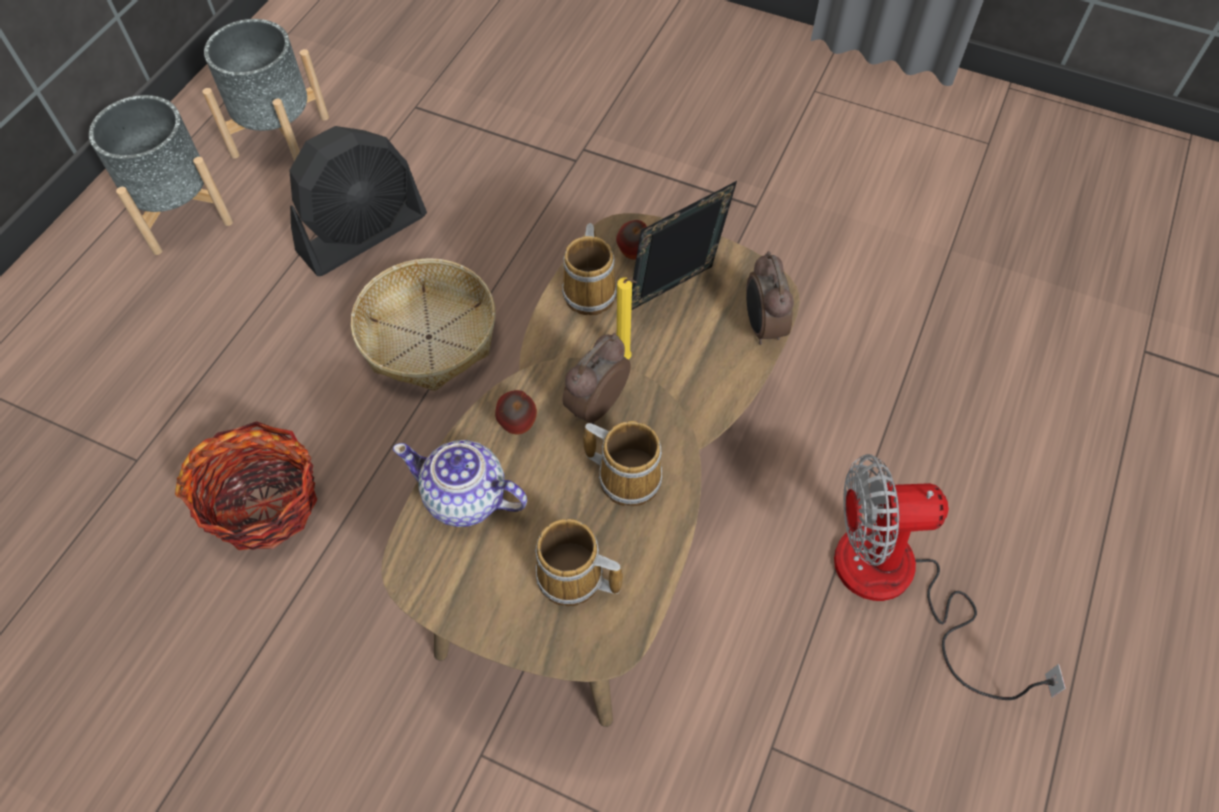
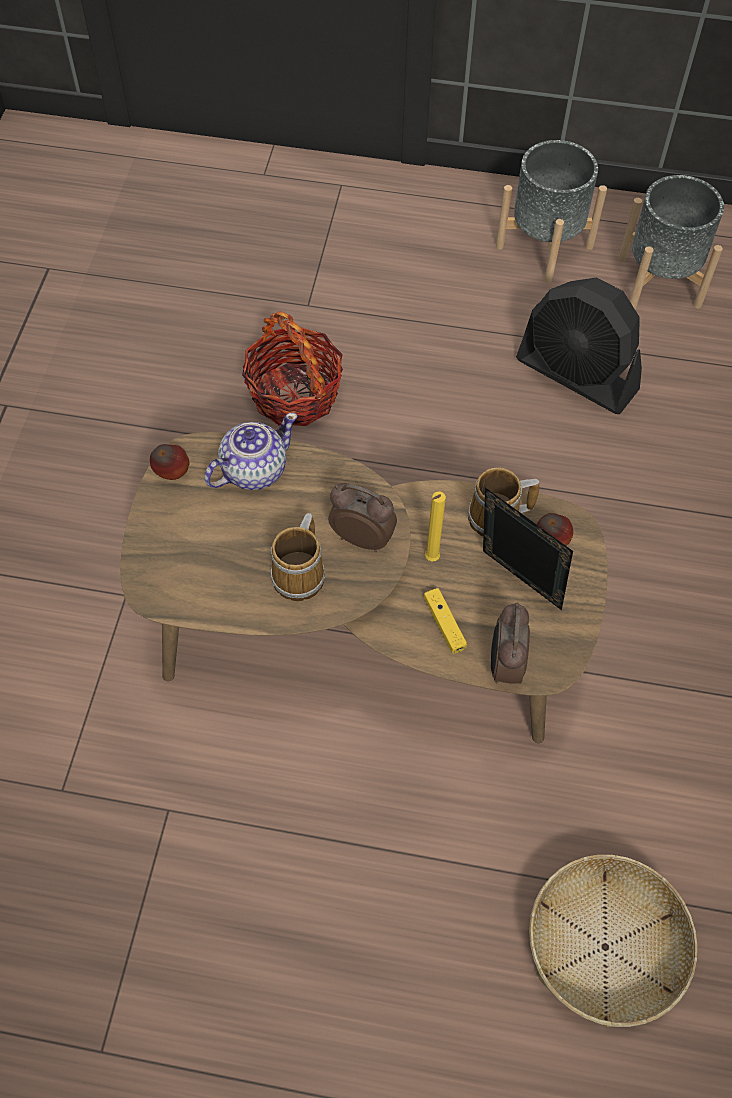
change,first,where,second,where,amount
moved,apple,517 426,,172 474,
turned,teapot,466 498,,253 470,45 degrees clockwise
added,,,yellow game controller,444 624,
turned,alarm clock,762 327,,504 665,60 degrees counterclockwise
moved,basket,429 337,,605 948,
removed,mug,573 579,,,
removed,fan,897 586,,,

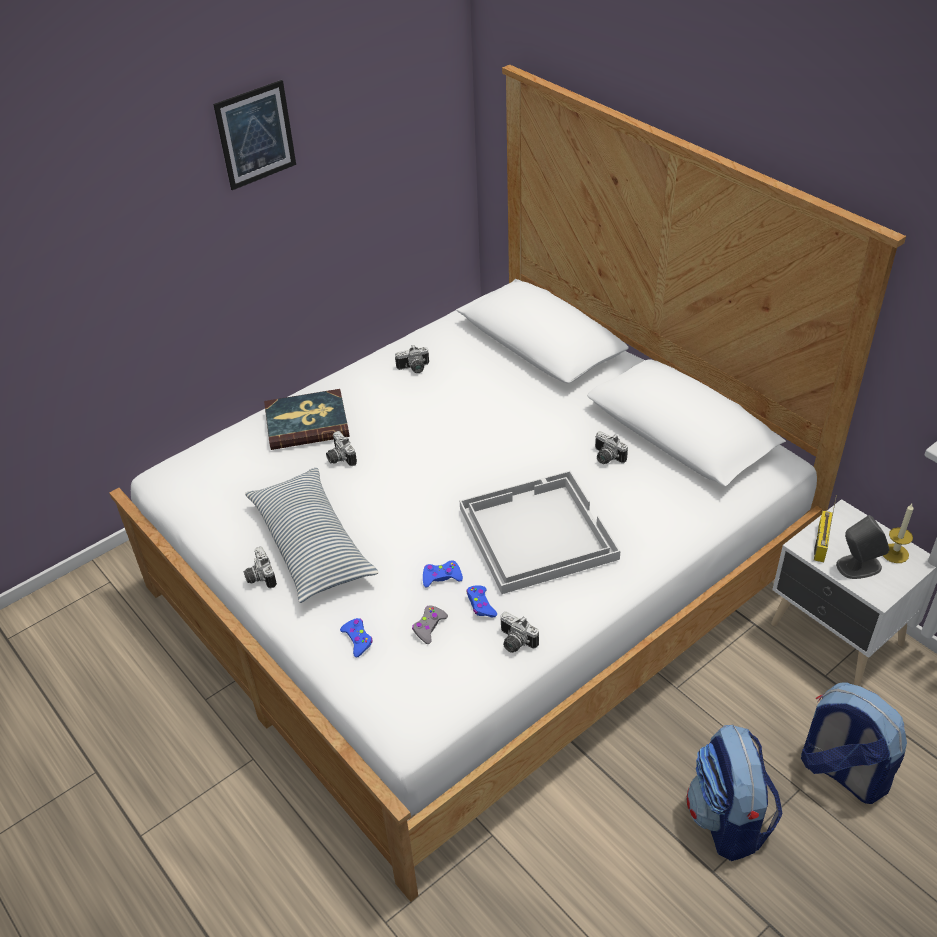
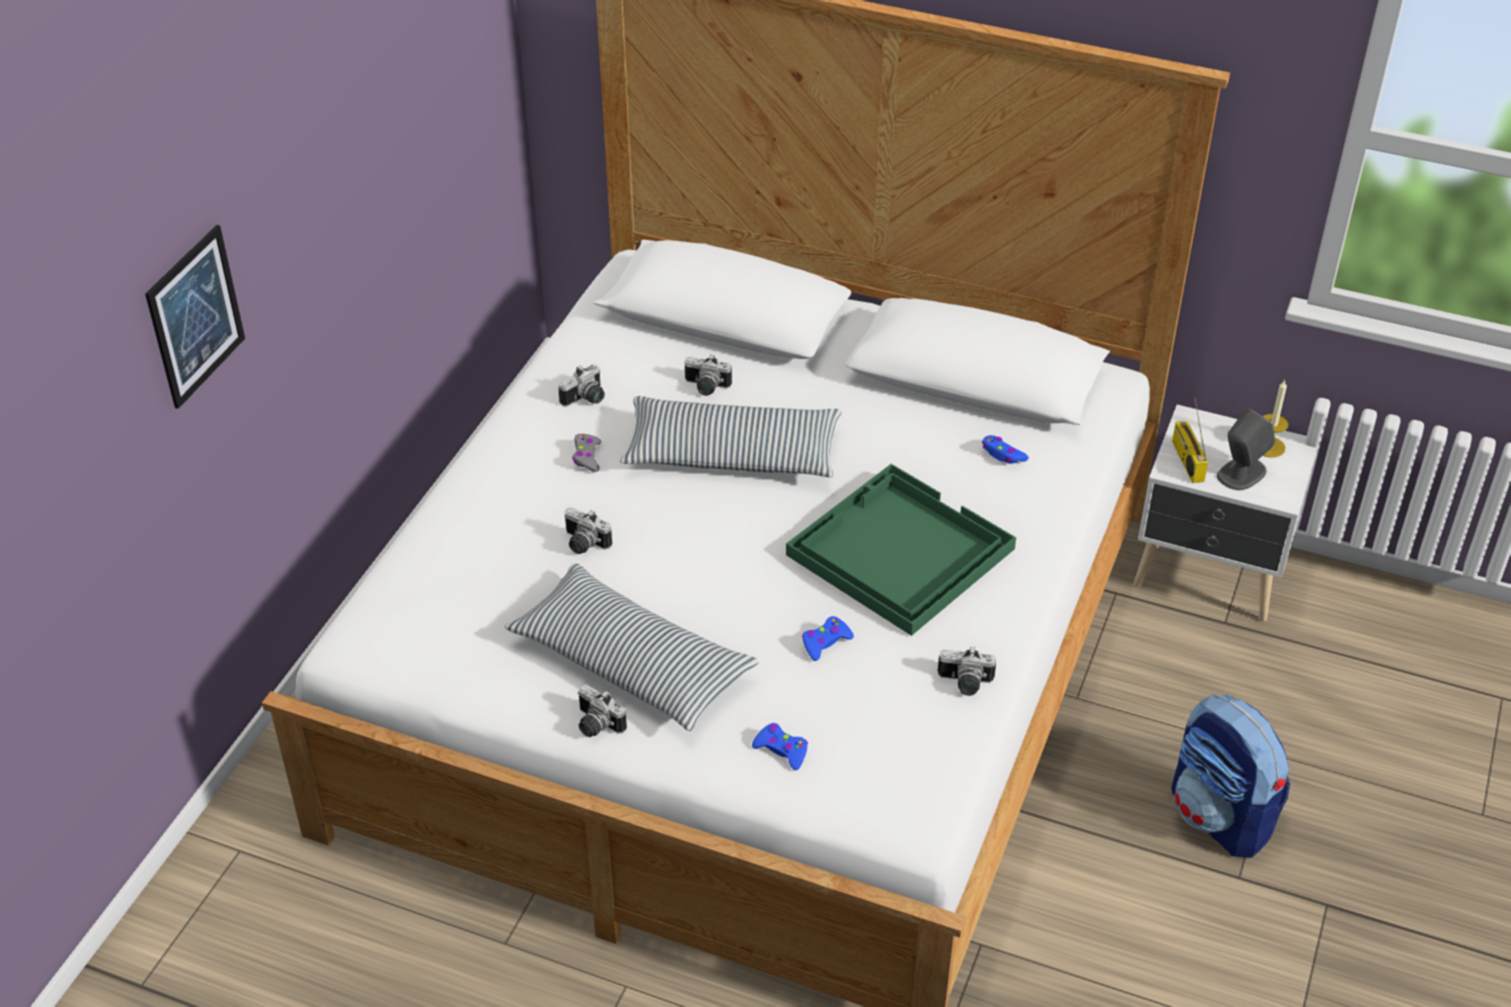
change,first,where,second,where,amount
moved,picture,255 135,,195 316,
moved,grey game controller,429 627,,587 457,
added,,,pillow,732 454,
moved,photo camera,606 458,,705 387,
recoloured,white tray,535 533,green tray,898 552,
moved,blue game controller,481 605,,1002 454,
removed,book,307 423,,,
removed,backpack,841 771,,,

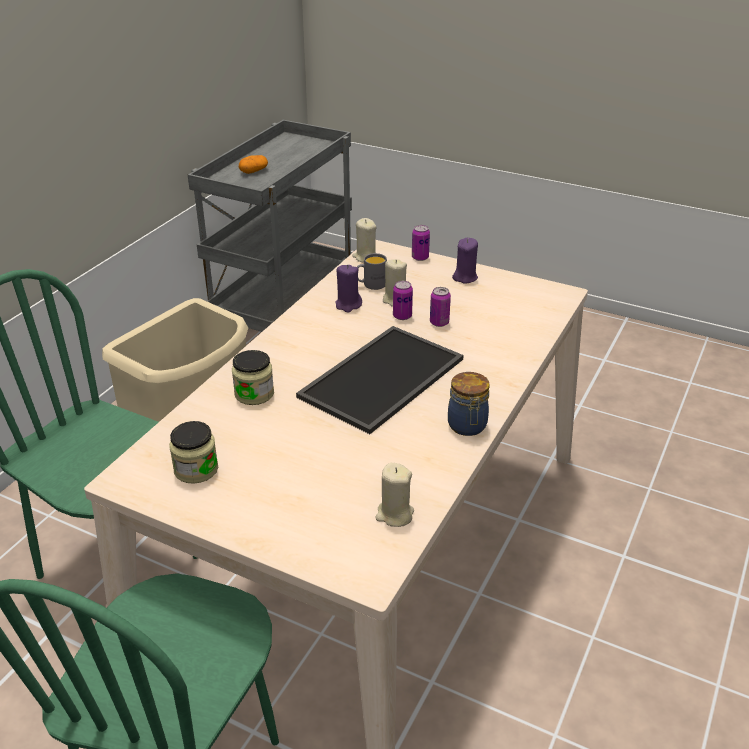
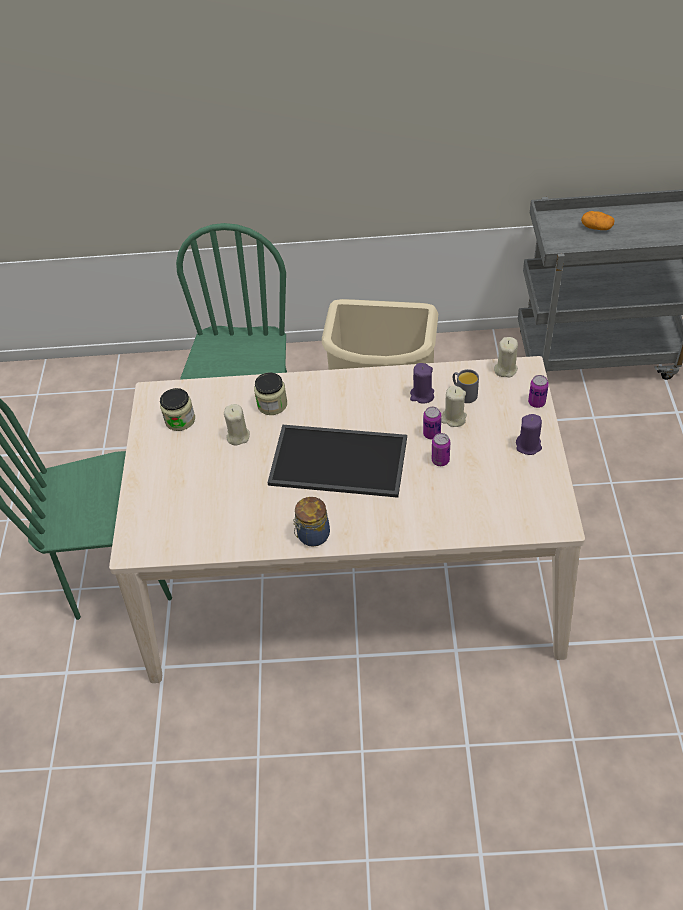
change,first,where,second,where,amount
moved,beige candle,394 514,,238 436,

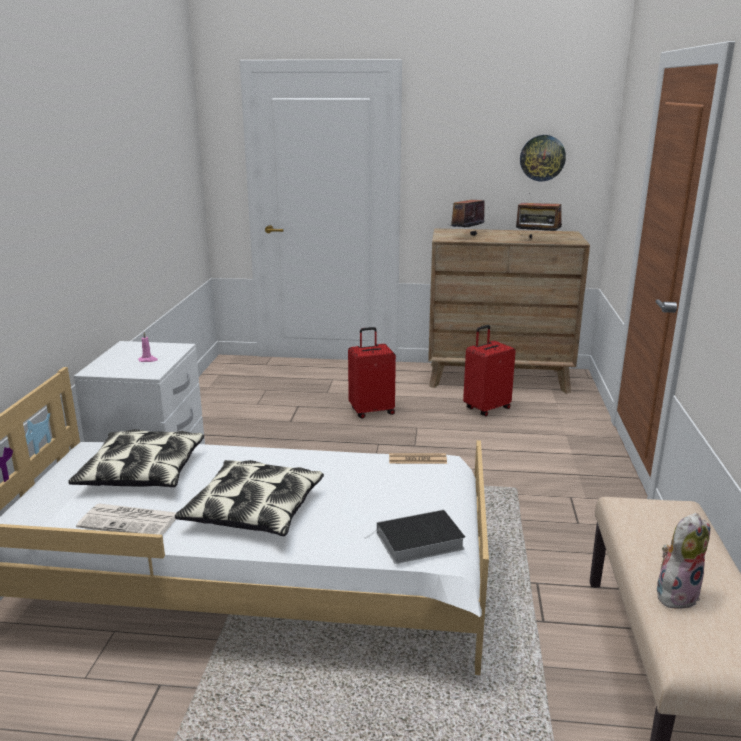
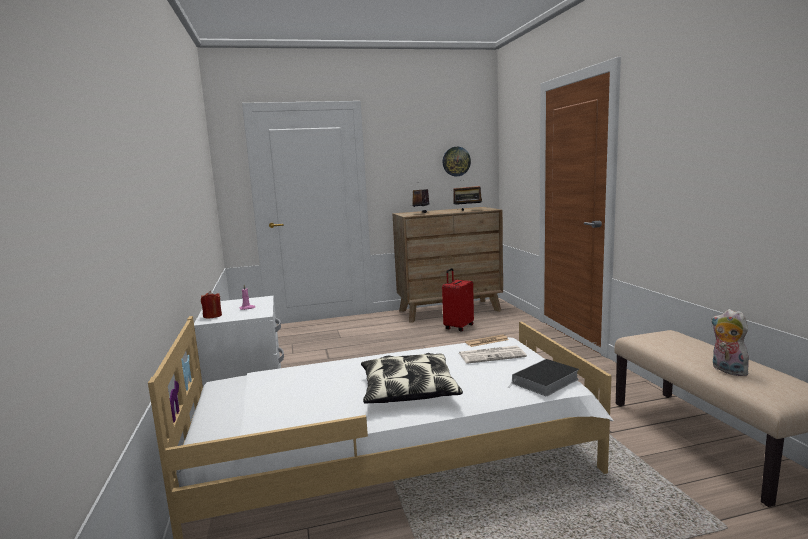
change,first,where,second,where,amount
added,,,red candle,212 316,
moved,newspaper,131 521,,492 355,
turned,plush toy,676 593,,726 370,60 degrees counterclockwise
removed,pillow,142 472,,,
removed,red suitcase,371 411,,,

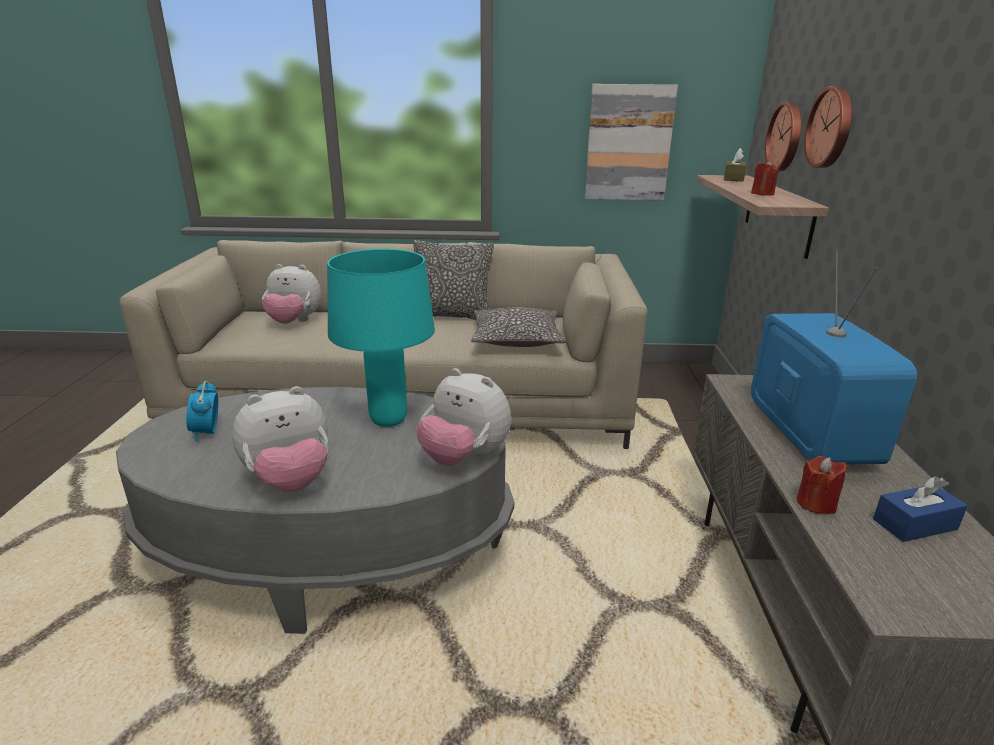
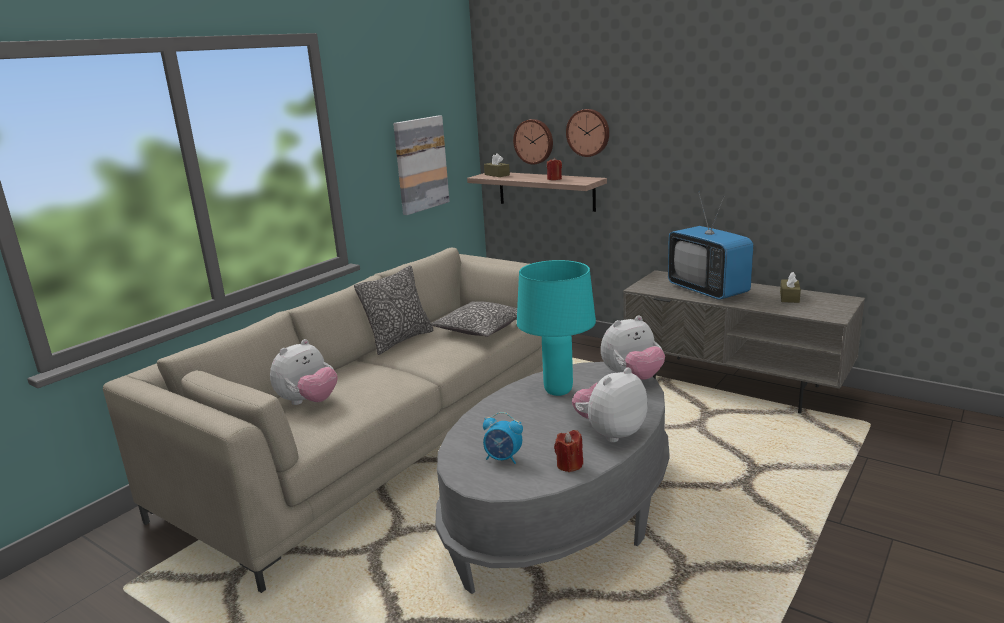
change,first,where,second,where,amount
moved,red candle,816 503,,569 465,
turned,plush toy,290 481,,610 433,135 degrees counterclockwise
turned,television,808 434,,708 290,150 degrees counterclockwise
recoloured,blue tissue box,914 524,brown tissue box,789 297,

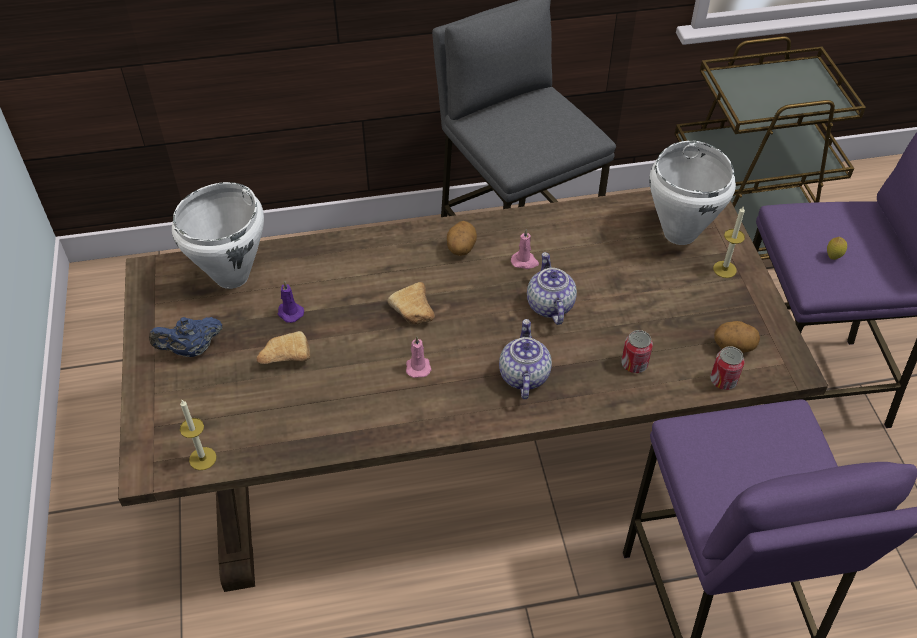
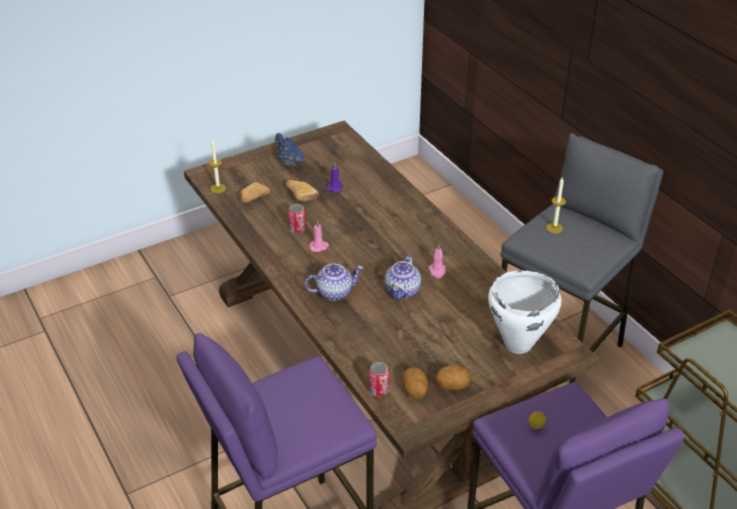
change,first,where,second,where,amount
moved,bread,414 313,,252 199,
moved,can,634 364,,297 229,
turned,teapot,549 305,,403 291,135 degrees clockwise
moved,potato,461 248,,452 386,
moved,candle,724 269,,554 228,
removed,white cooking pot,233 276,,,

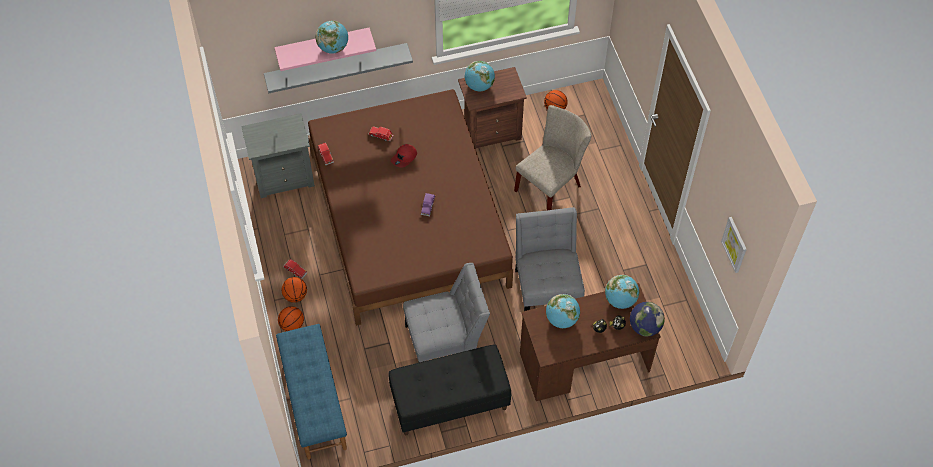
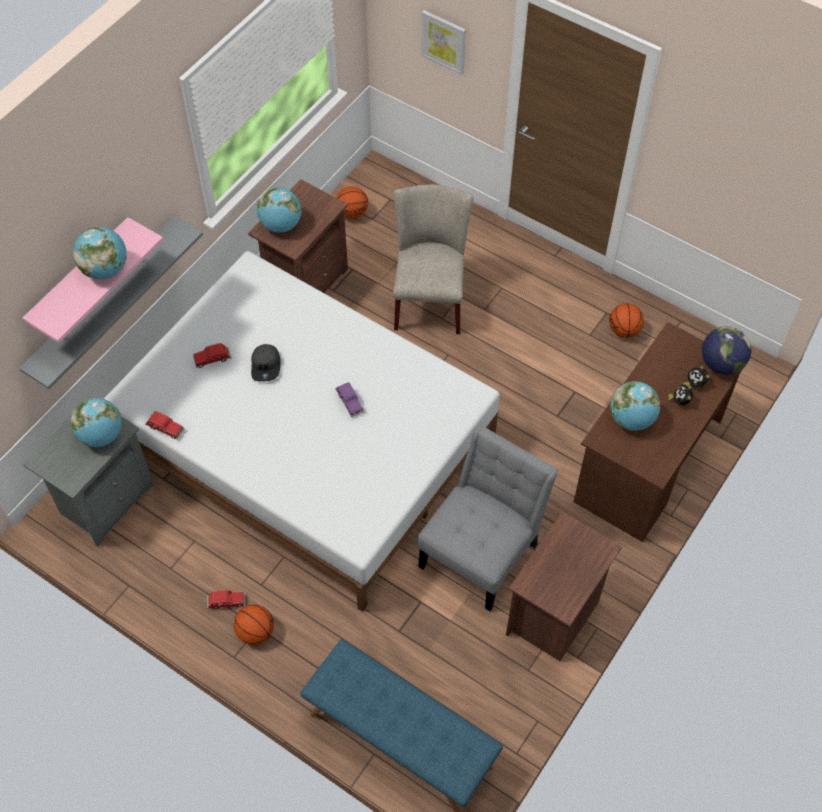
change,first,where,second,where,amount
moved,globe,620 300,,101 435,
recoloured,brown bed,409 219,white bed,306 443,
recoloured,red cap,404 158,grey cap,266 366,
moved,picture,735 244,,444 41,
replaced,black bench,449 402,brown nightstand,554 617,
moved,basketball,292 325,,624 330,
removed,grey chair,547 287,,,

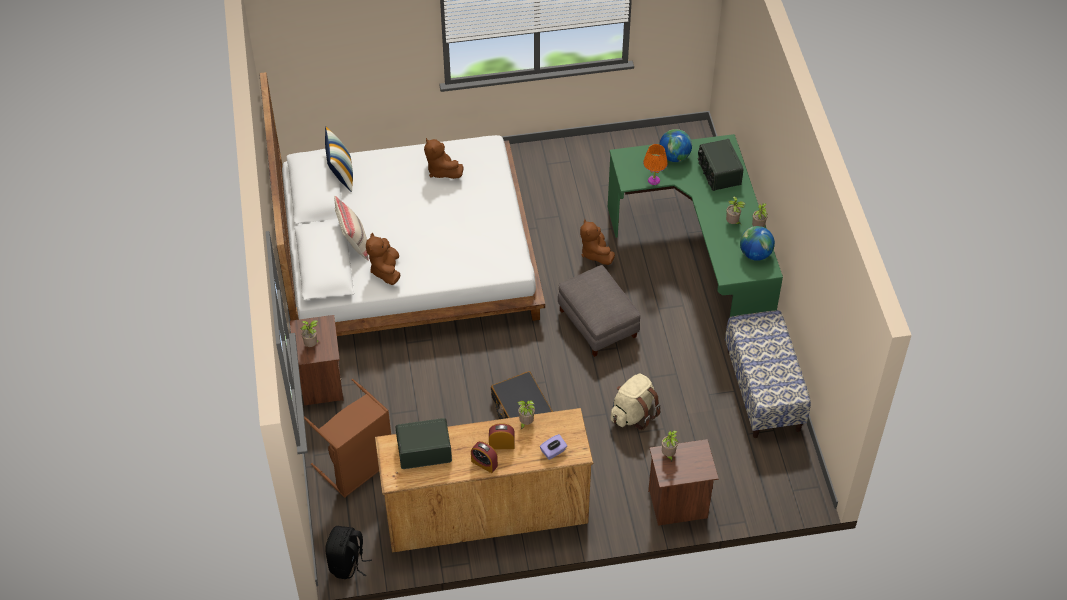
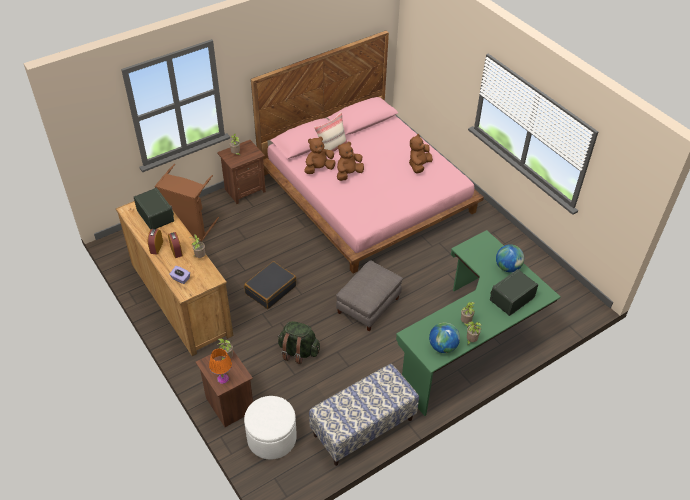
change,first,where,second,where,amount
moved,orange table lamp,653 180,,222 378,
added,,,white ottoman,271 438,
recoloured,white bed,407 254,pink bed,367 193,
recoloured,beige backpack,633 414,green backpack,298 351,
moved,brown plush toy,595 253,,348 174,
removed,pillow,341 174,,,
removed,black backpack,347 564,,,

